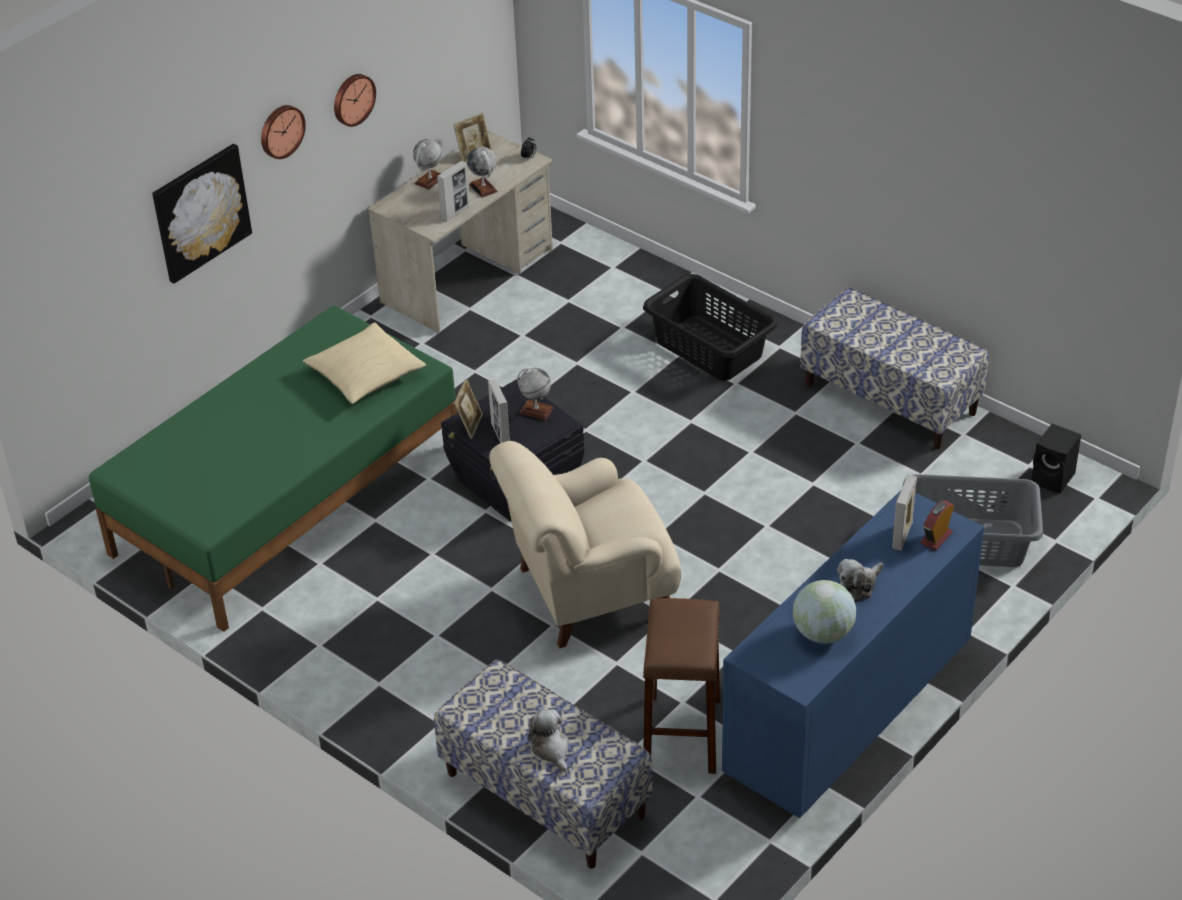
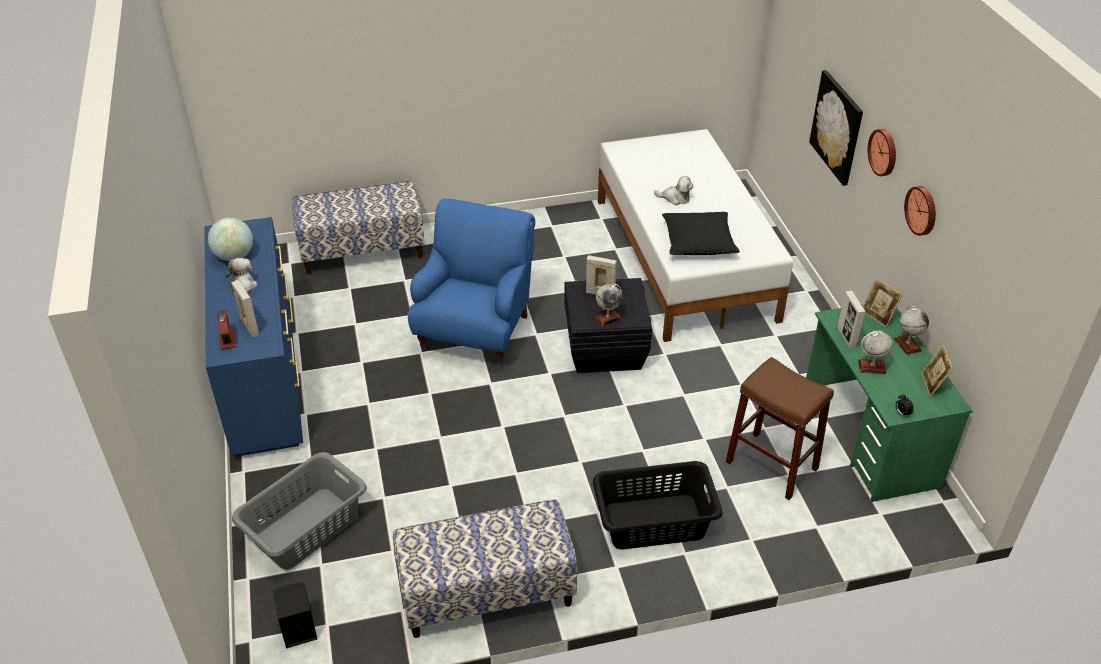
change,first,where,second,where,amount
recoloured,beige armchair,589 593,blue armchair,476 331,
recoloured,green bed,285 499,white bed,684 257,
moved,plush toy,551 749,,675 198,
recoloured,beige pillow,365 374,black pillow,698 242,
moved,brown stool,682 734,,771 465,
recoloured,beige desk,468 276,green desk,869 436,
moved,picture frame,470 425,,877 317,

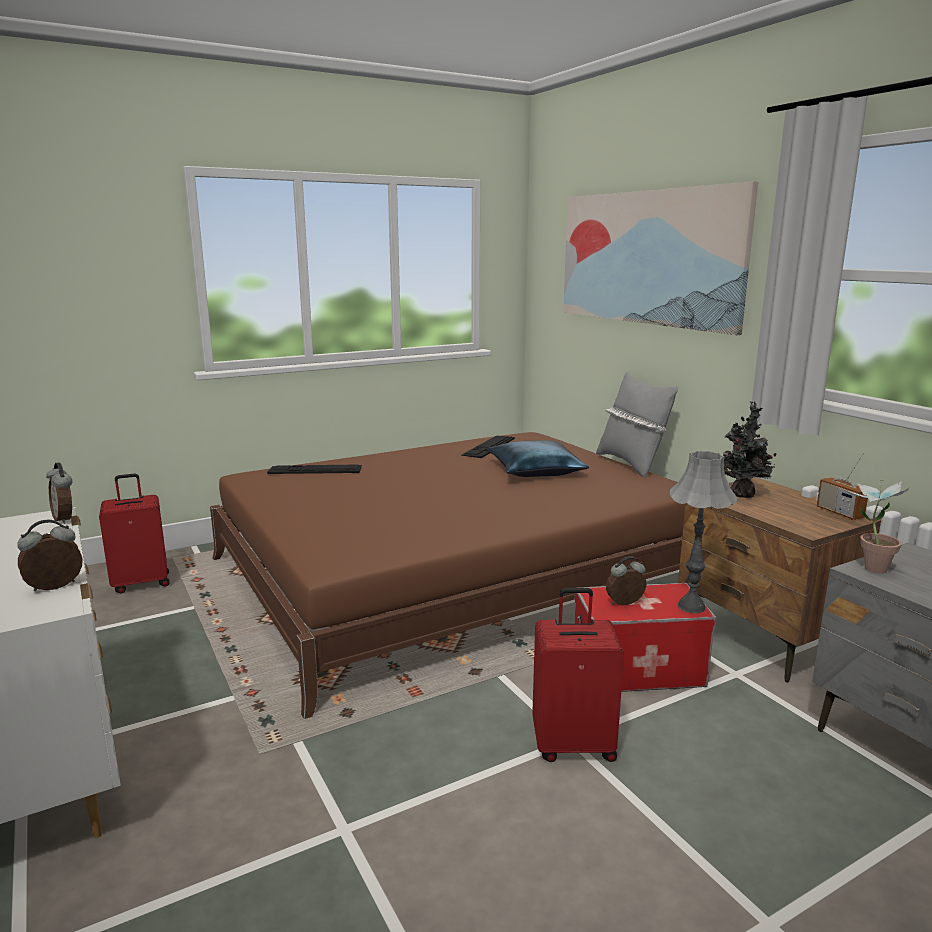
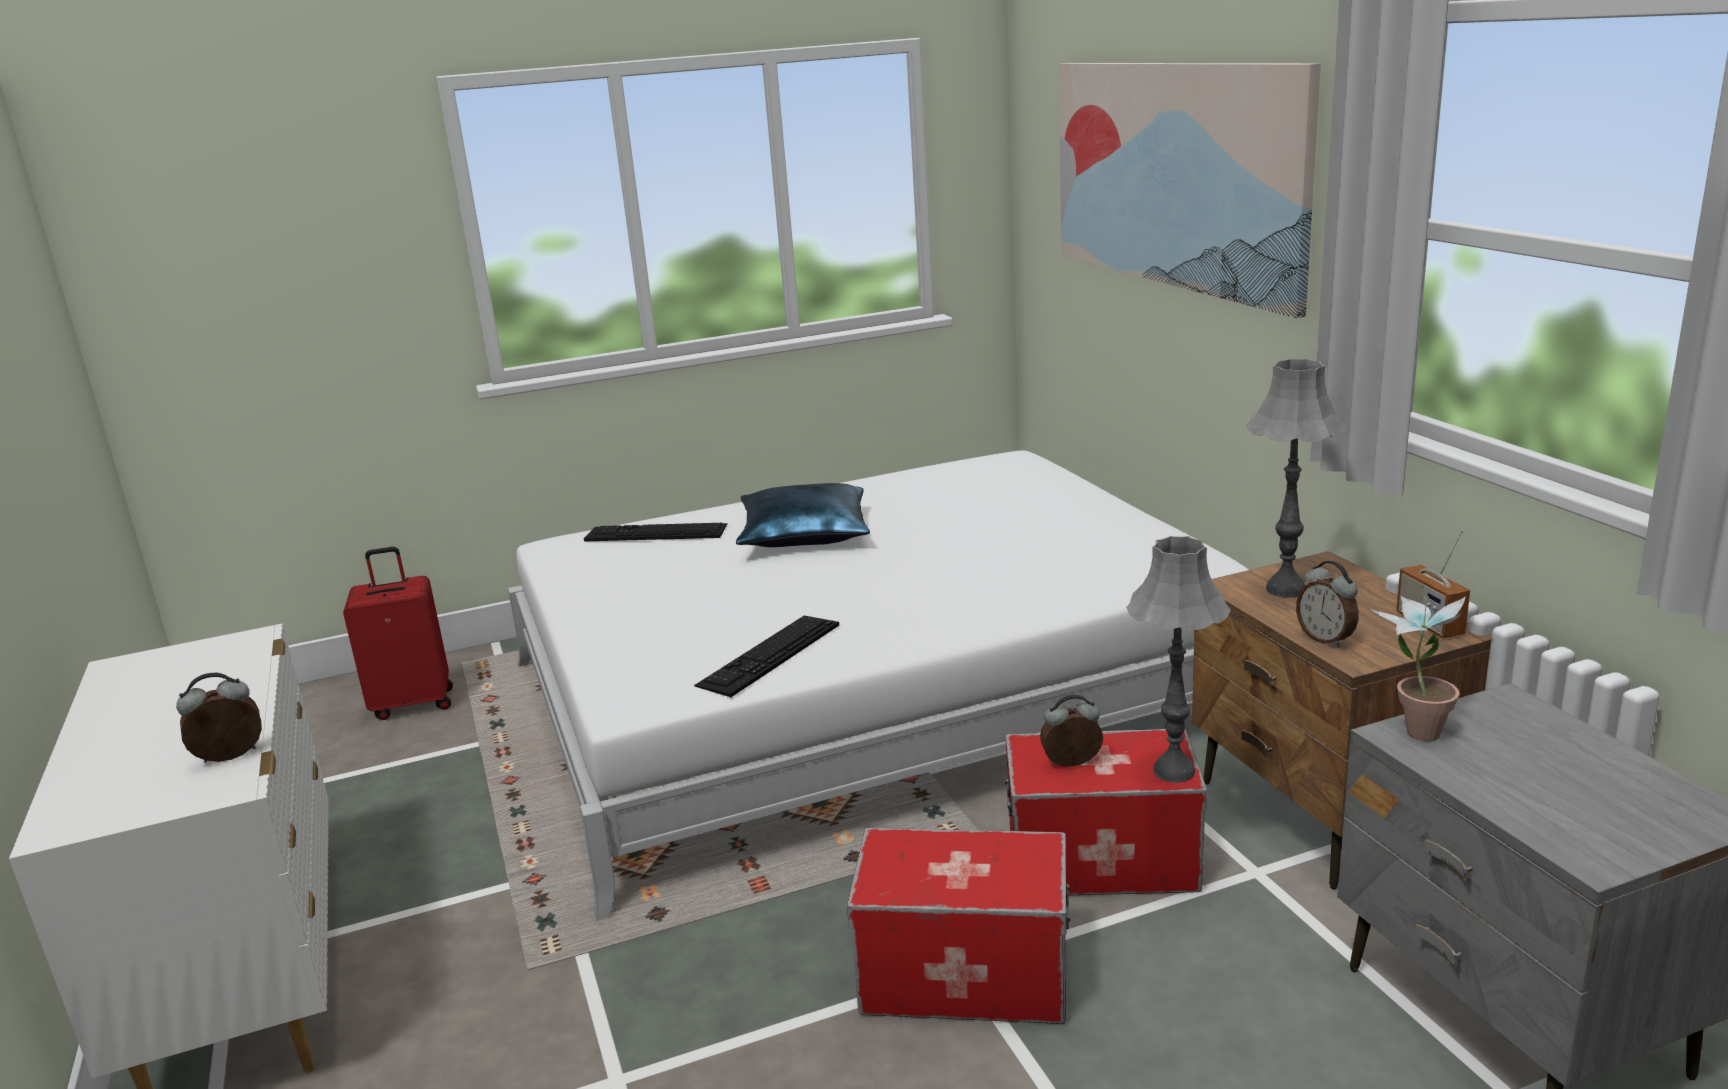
change,first,where,second,where,amount
recoloured,brown bed,454 573,white bed,868 691,
moved,keyboard,489 446,,769 654,
moved,blue pillow,535 471,,804 534,
replaced,red suitcase,573 744,storage box,965 975,
replaced,potted plant,743 495,grey table lamp,1286 589,
moved,alarm clock,65 519,,1326 639,
removed,grey pillow,631 464,,,

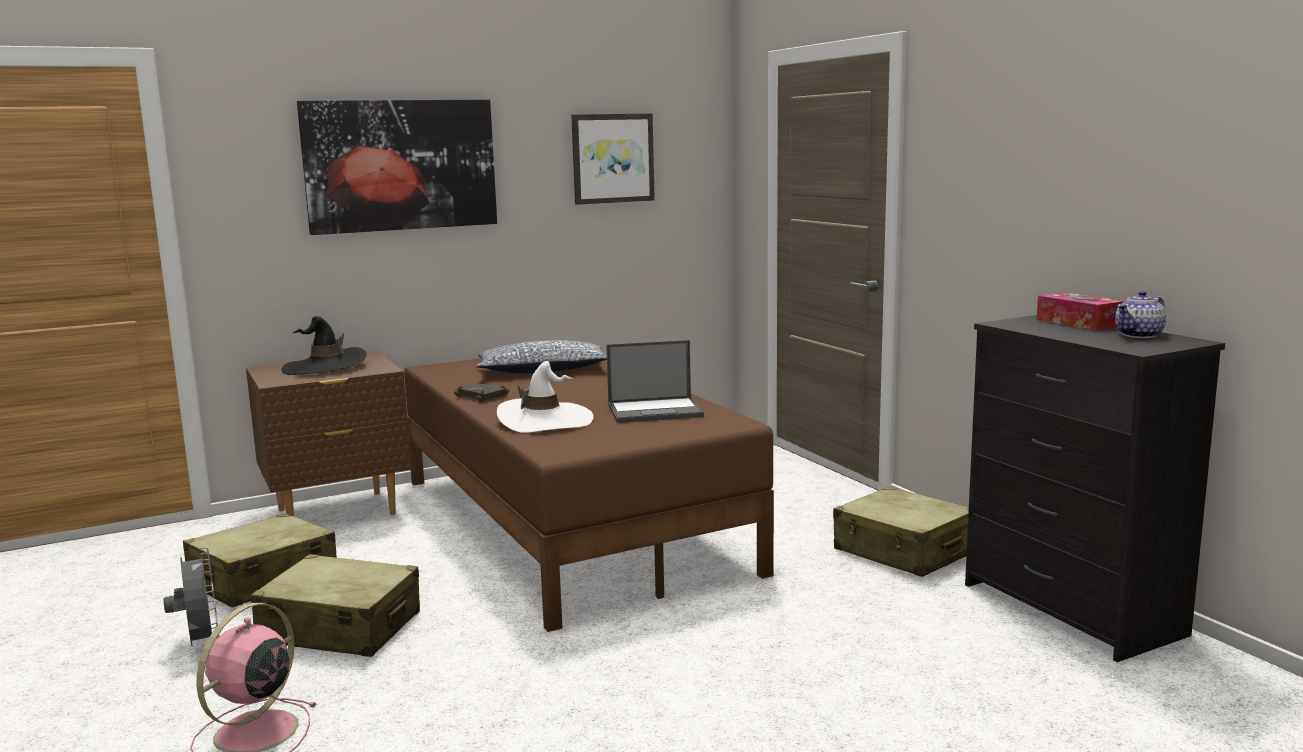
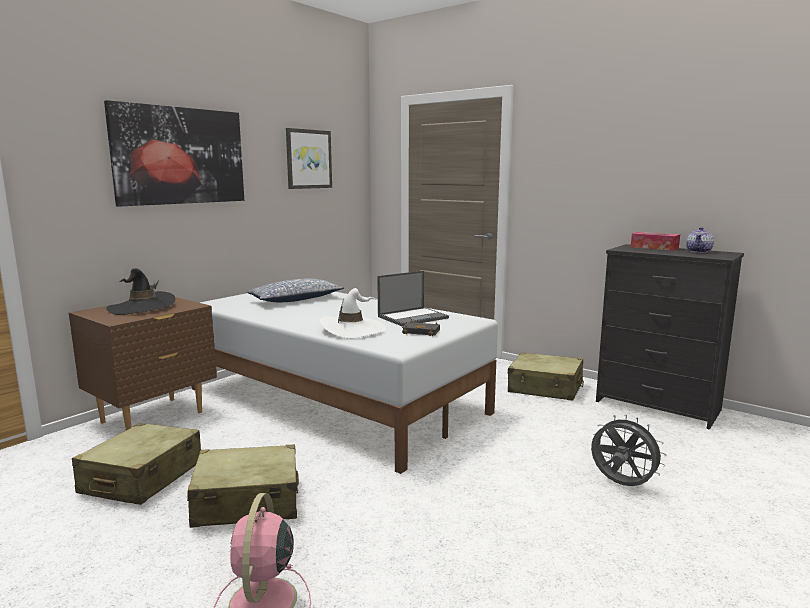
change,first,where,second,where,amount
recoloured,brown bed,570 522,white bed,335 400,
moved,black book,484 396,,422 331,
moved,grey fan,202 645,,621 485,

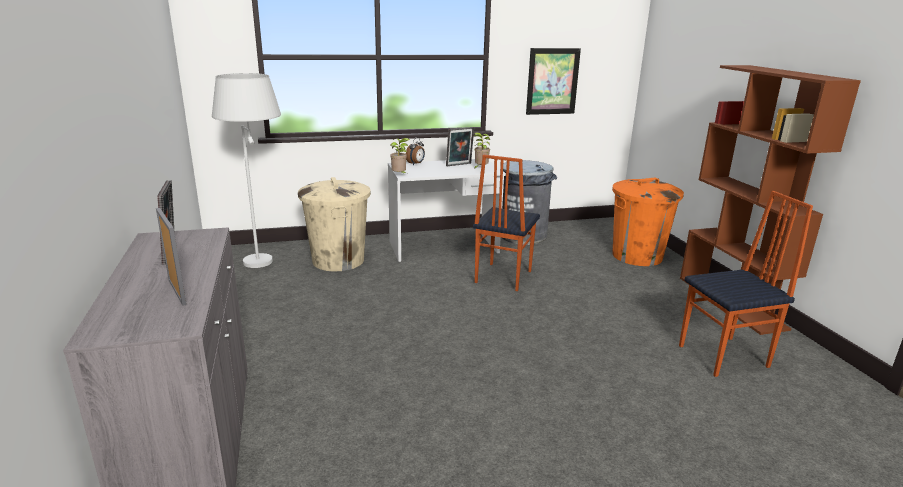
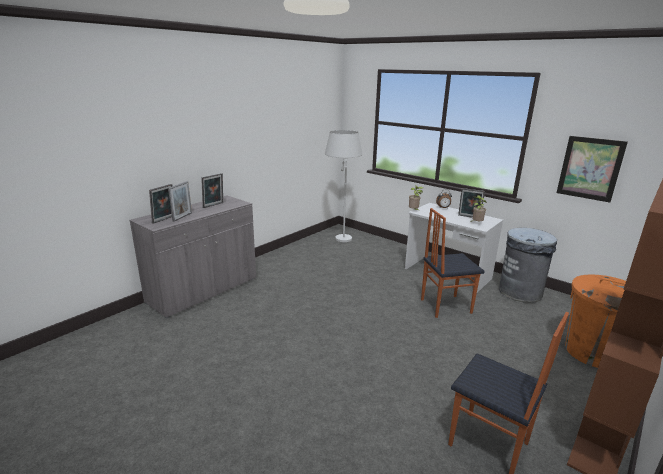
change,first,where,second,where,amount
added,,,picture frame,164 220,
removed,beige trash can,338 260,,,

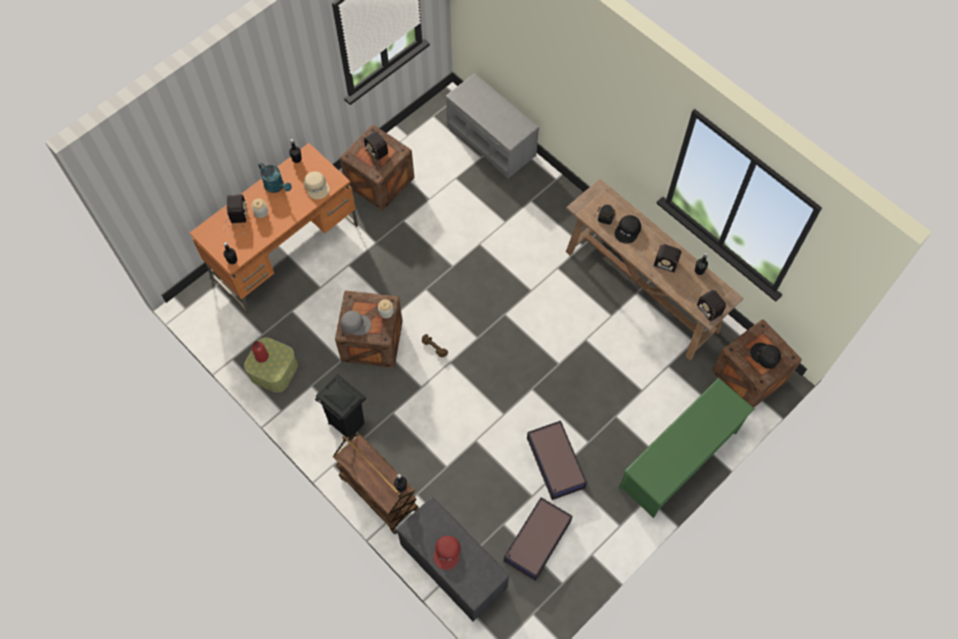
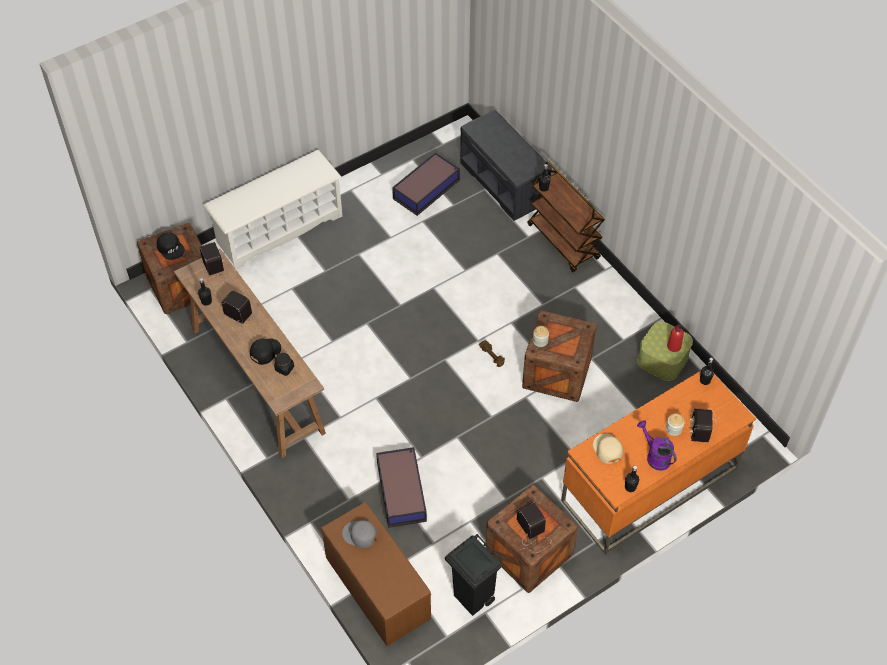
change,first,where,second,where,amount
recoloured,green shoe rack,679 460,white shoe rack,279 229,
recoloured,grey bench,492 140,brown bench,376 587,
moved,grey cap,355 324,,359 535,
moved,storage box,555 464,,401 491,
moved,black trash can,347 424,,473 598,
recoloured,turquoise watering can,277 187,purple watering can,655 456,
removed,red cap,447 552,,,

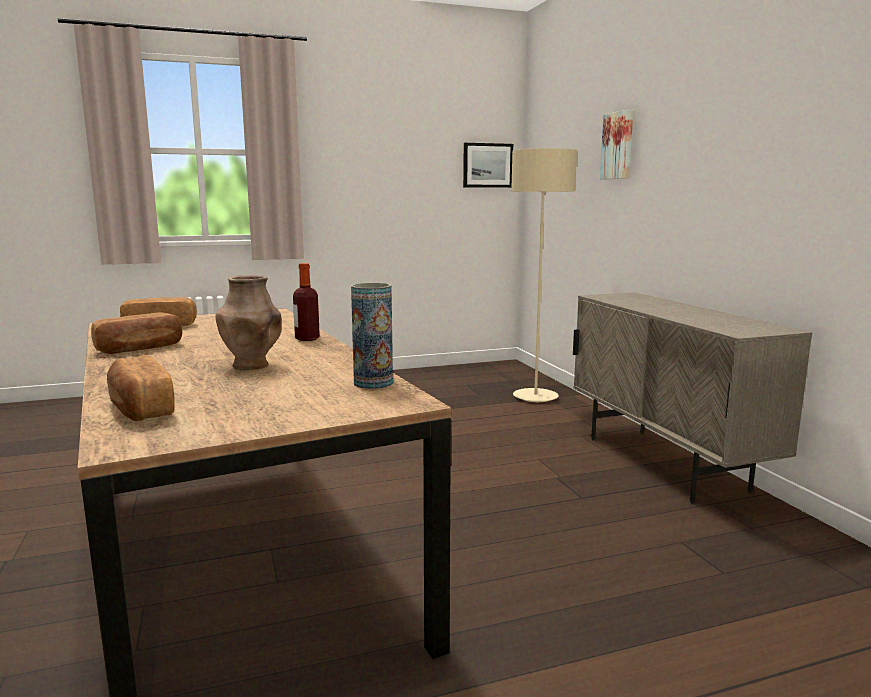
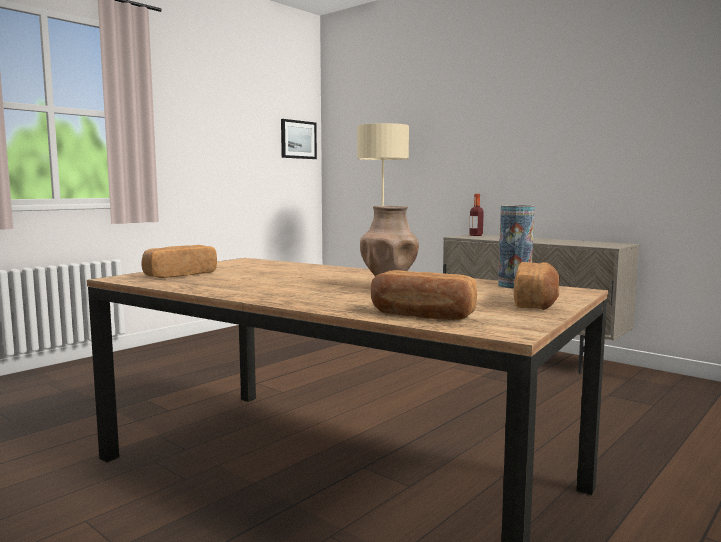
change,first,where,second,where,amount
moved,bottle,307 339,,476 235,
moved,bread,140 348,,536 303,
removed,picture,618 145,,,

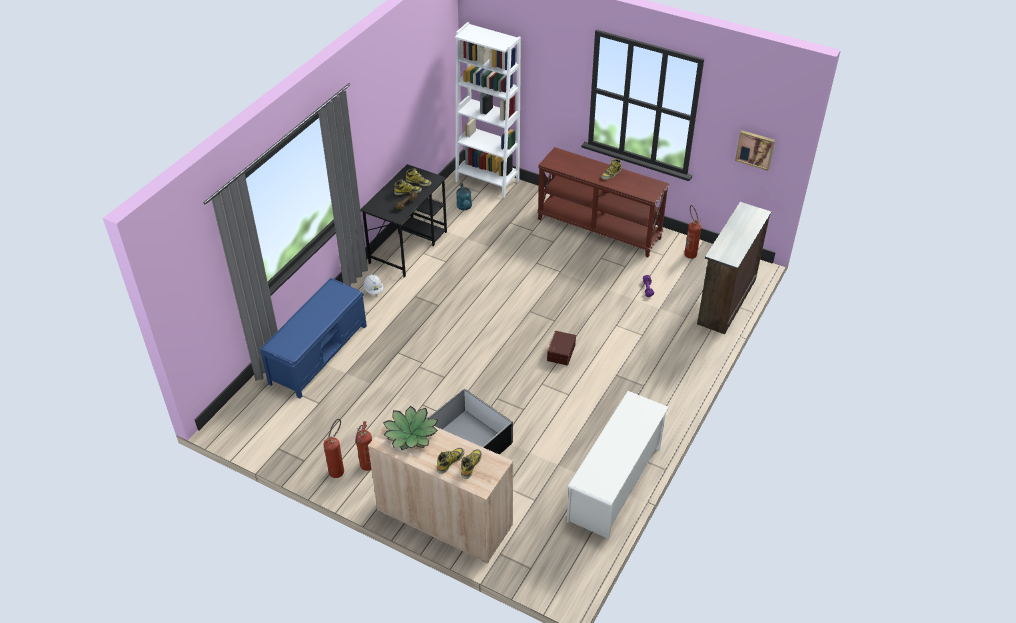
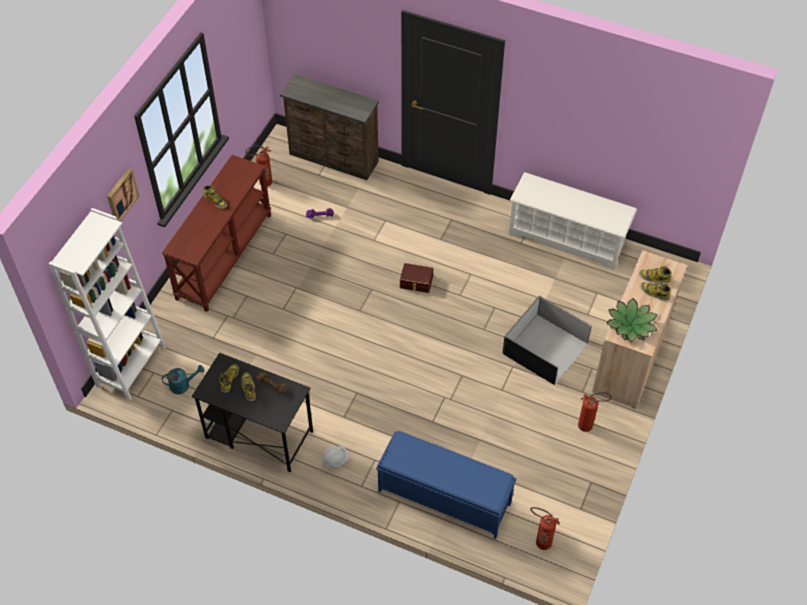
change,first,where,second,where,amount
moved,picture,755 149,,121 195,
moved,fire extinguisher,338 469,,539 541,

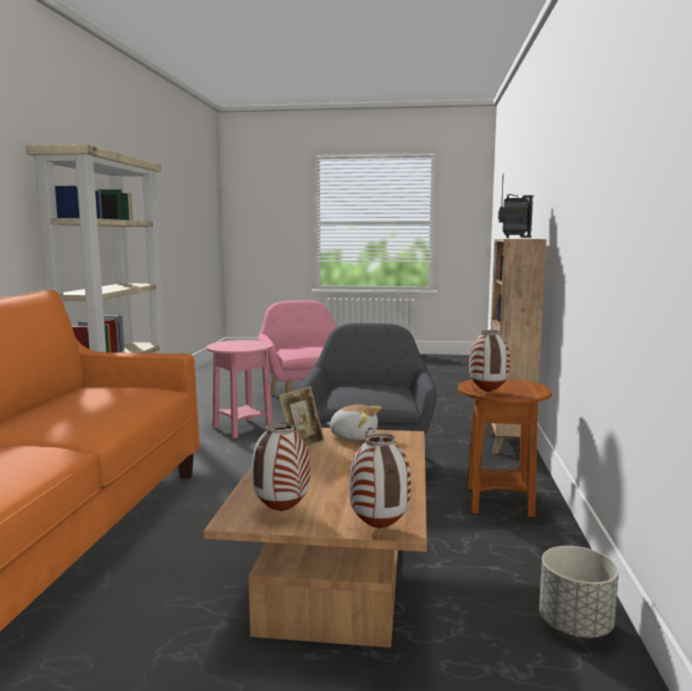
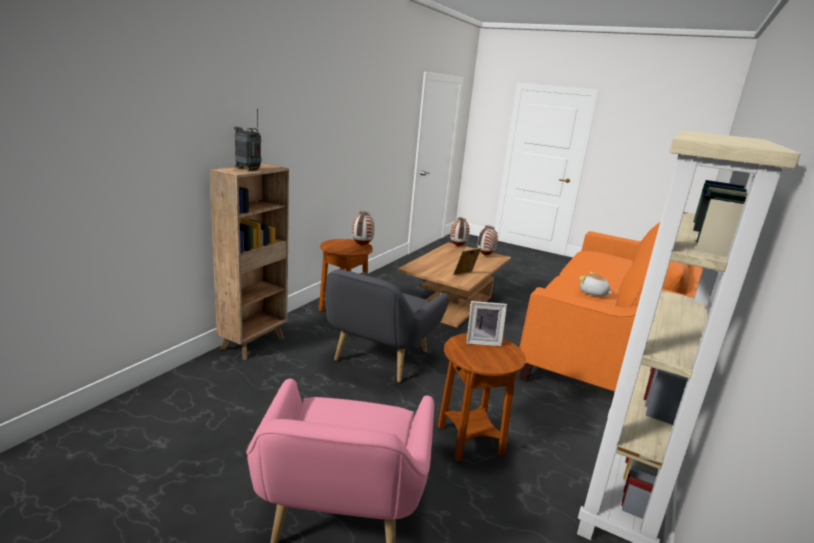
change,first,where,second,where,amount
recoloured,pink side table,242 429,brown side table,470 441,
added,,,picture frame,482 341,
moved,plush toy,354 436,,593 293,
removed,grey planter,575 625,,,

